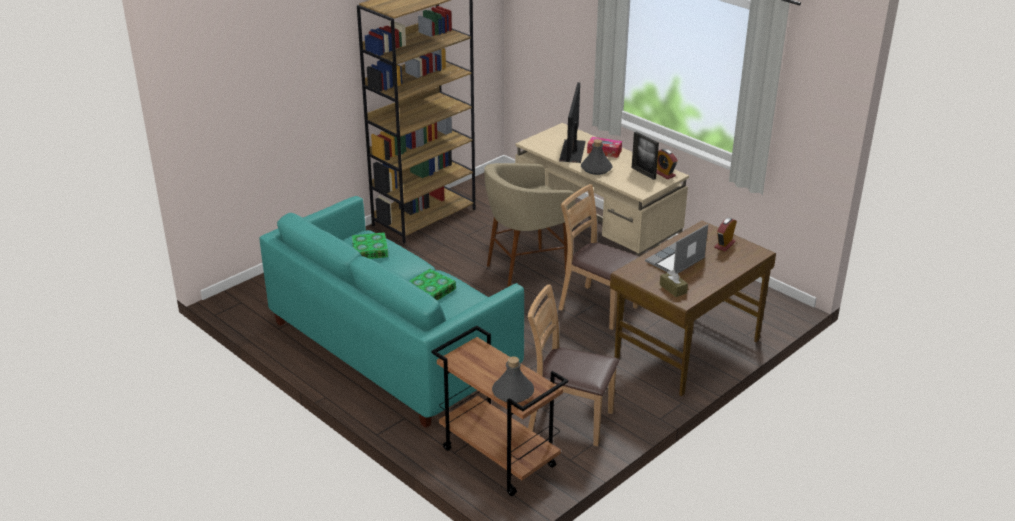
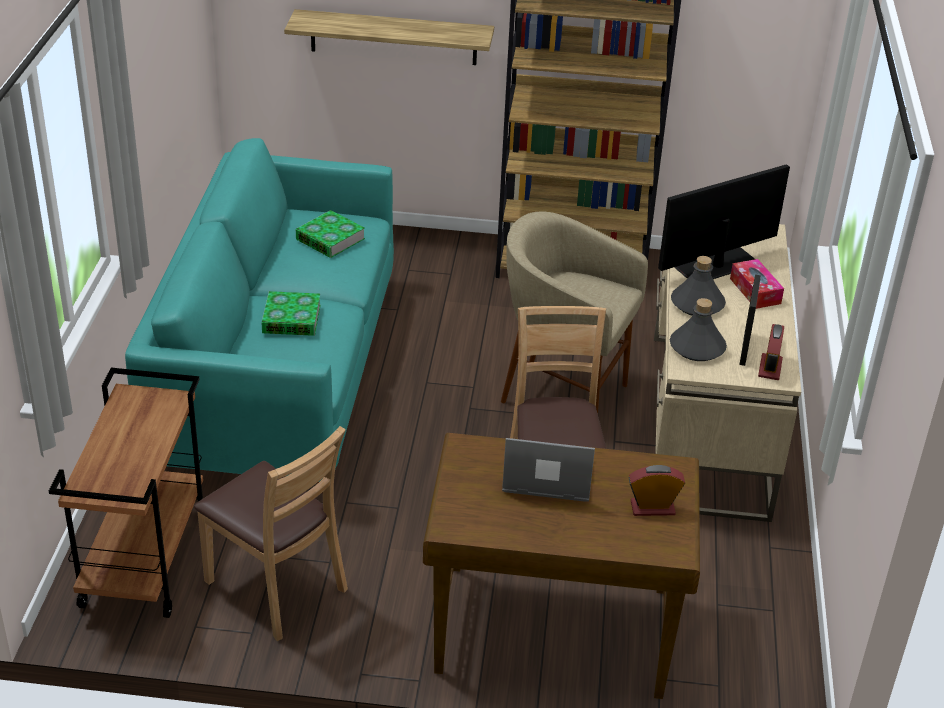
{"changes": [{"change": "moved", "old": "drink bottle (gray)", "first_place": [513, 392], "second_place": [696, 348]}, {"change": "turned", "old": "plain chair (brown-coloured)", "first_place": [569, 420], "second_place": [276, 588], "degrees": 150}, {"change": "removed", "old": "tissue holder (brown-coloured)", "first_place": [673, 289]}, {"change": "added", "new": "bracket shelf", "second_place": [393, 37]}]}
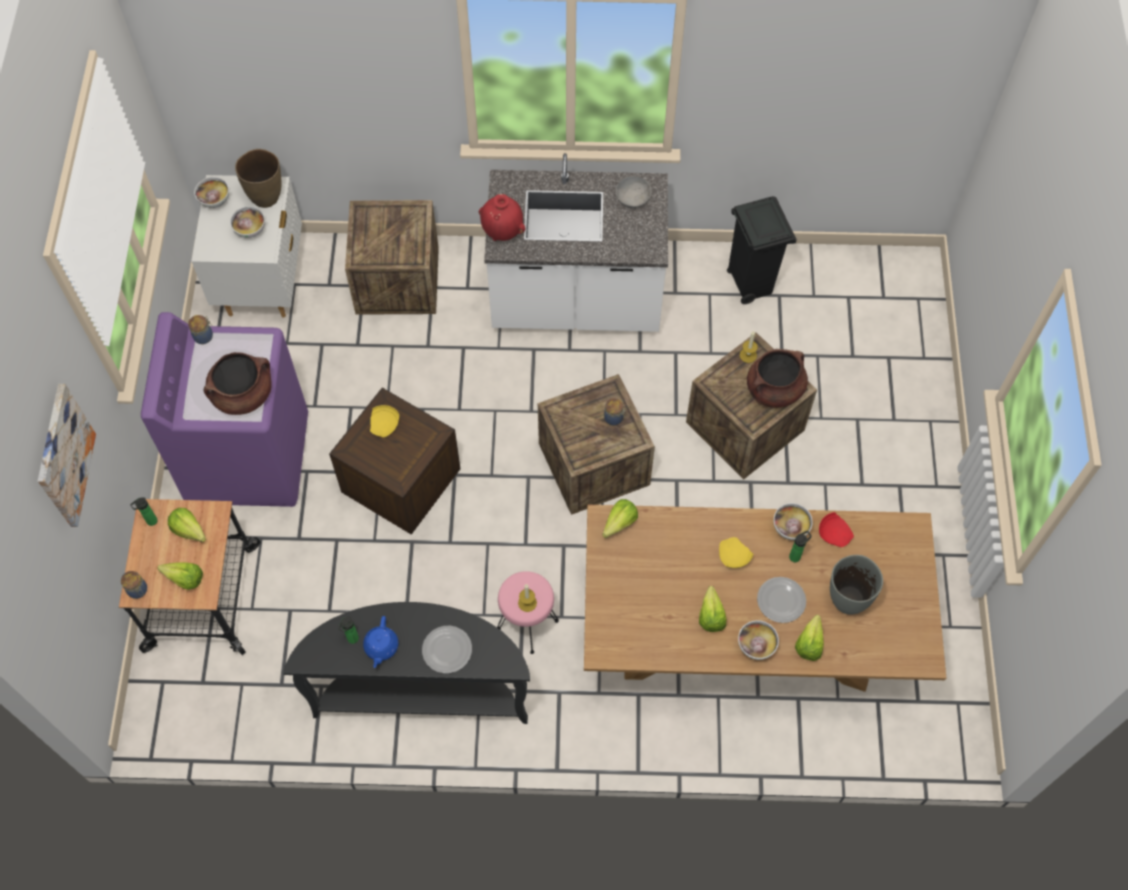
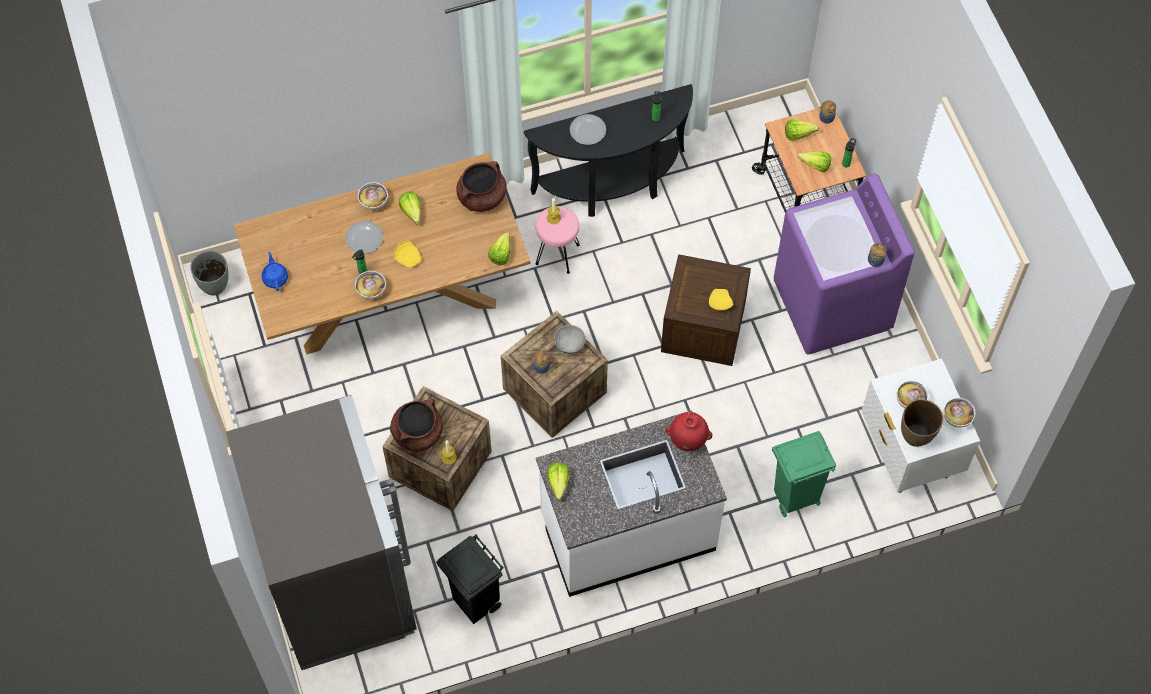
{"changes": [{"change": "removed", "old": "picture", "first_place": [63, 456]}, {"change": "moved", "old": "stockpot (brown-coloured)", "first_place": [243, 394], "second_place": [482, 197]}, {"change": "replaced", "old": "shipping crate", "new": "waste bin (green)", "first_place": [397, 280], "second_place": [794, 498]}, {"change": "moved", "old": "pot for tea (blue-coloured)", "first_place": [381, 647], "second_place": [275, 278]}, {"change": "moved", "old": "bowl (gray)", "first_place": [633, 198], "second_place": [569, 344]}, {"change": "moved", "old": "lettuce", "first_place": [811, 641], "second_place": [558, 486]}, {"change": "removed", "old": "flat dish (reddish)", "first_place": [834, 533]}, {"change": "moved", "old": "decorative vase (gray)", "first_place": [847, 600], "second_place": [215, 286]}, {"change": "added", "new": "kitchen fridge (gray)", "second_place": [339, 580]}]}
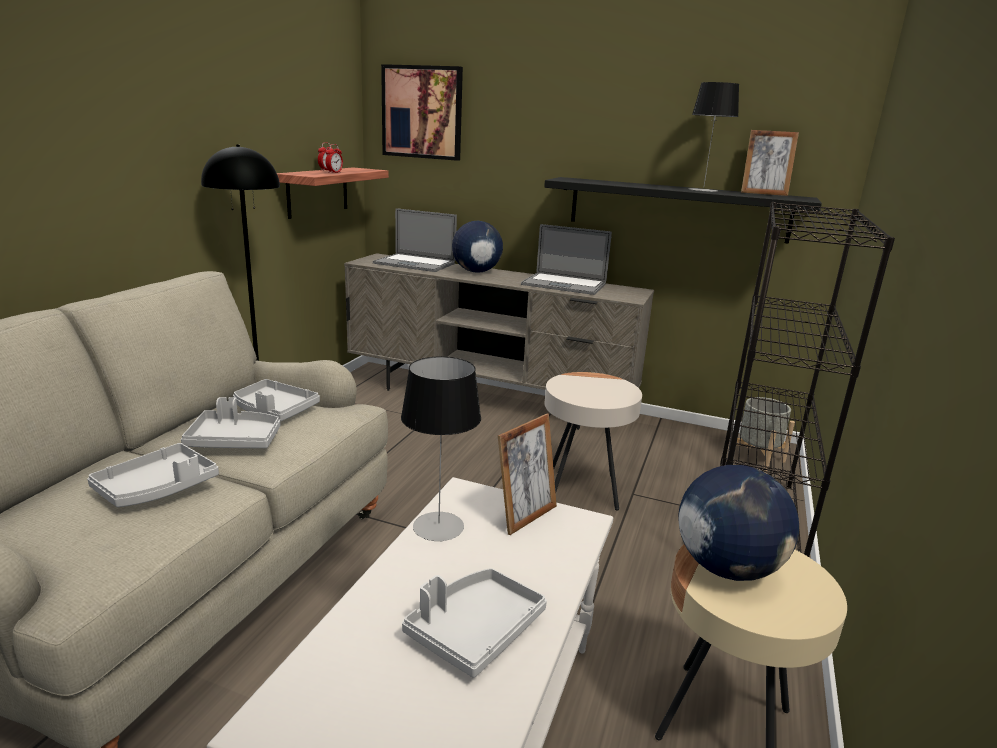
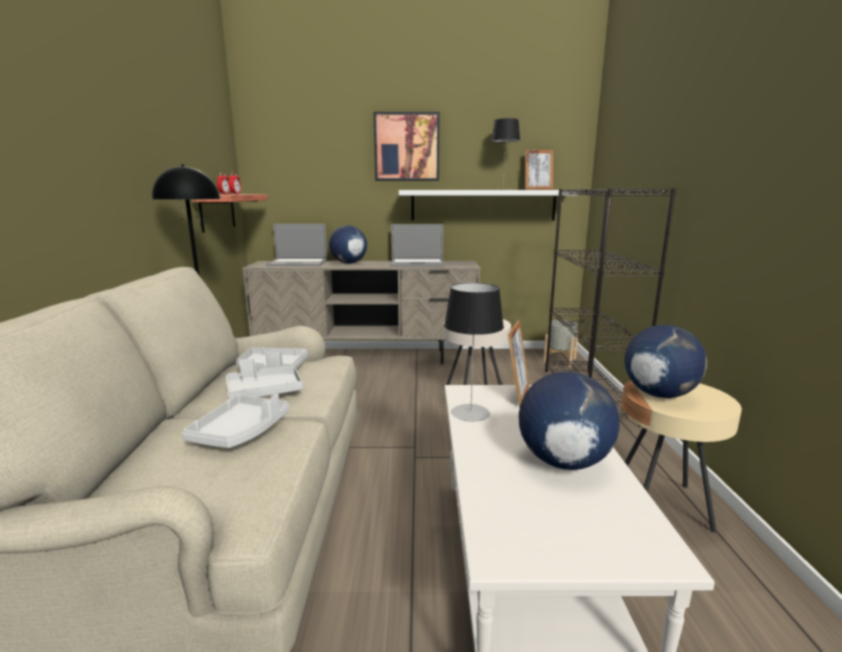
{"changes": [{"change": "moved", "old": "picture", "first_place": [422, 112], "second_place": [407, 147]}, {"change": "replaced", "old": "tray (gray)", "new": "globe", "first_place": [474, 630], "second_place": [563, 461]}, {"change": "recoloured", "old": "bracket shelf (black)", "new": "bracket shelf (whitish)", "first_place": [677, 209], "second_place": [483, 205]}]}
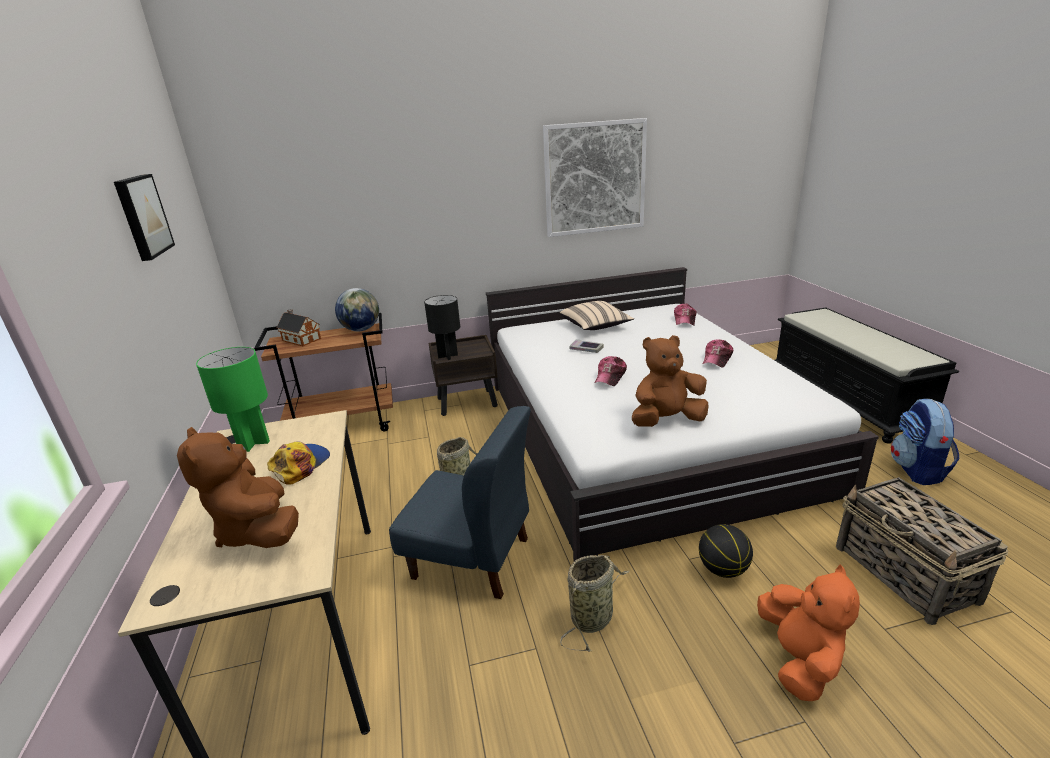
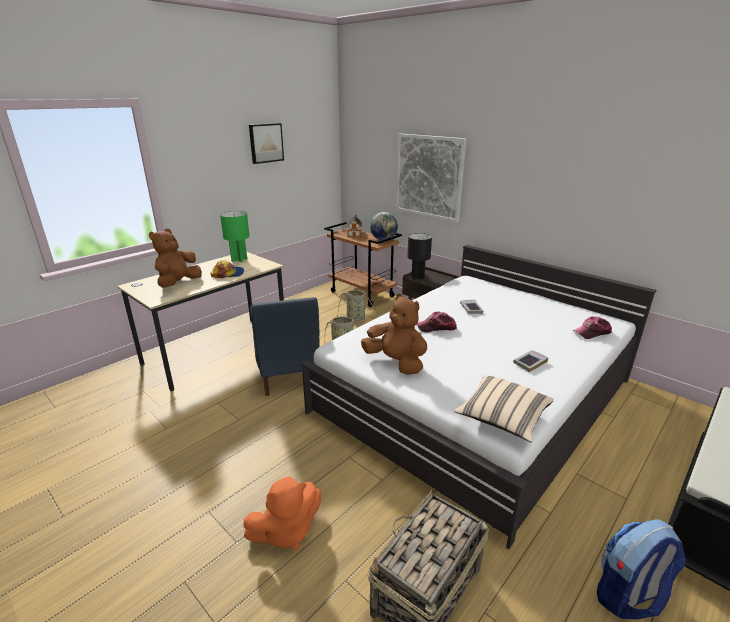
{"changes": [{"change": "moved", "old": "picture", "first_place": [595, 178], "second_place": [429, 176]}, {"change": "moved", "old": "cushion (sand-coloured)", "first_place": [595, 326], "second_place": [502, 418]}, {"change": "moved", "old": "basket", "first_place": [593, 617], "second_place": [357, 318]}, {"change": "removed", "old": "basketball ball", "first_place": [722, 569]}, {"change": "replaced", "old": "peaked cap", "new": "volume", "first_place": [717, 359], "second_place": [530, 363]}]}
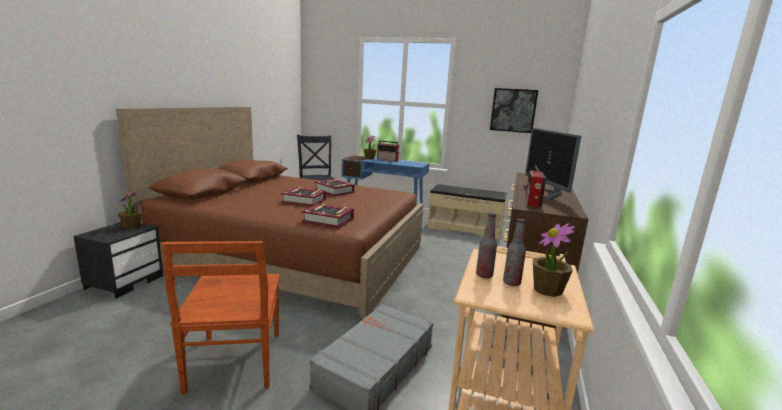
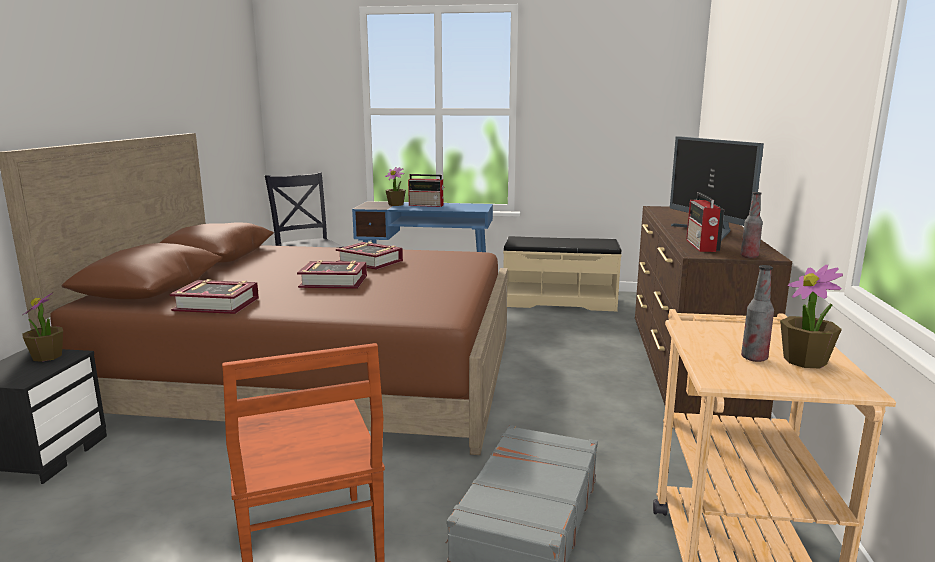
{"changes": [{"change": "moved", "old": "volume", "first_place": [328, 220], "second_place": [217, 304]}, {"change": "moved", "old": "drink bottle", "first_place": [484, 275], "second_place": [749, 256]}, {"change": "removed", "old": "picture", "first_place": [513, 110]}]}
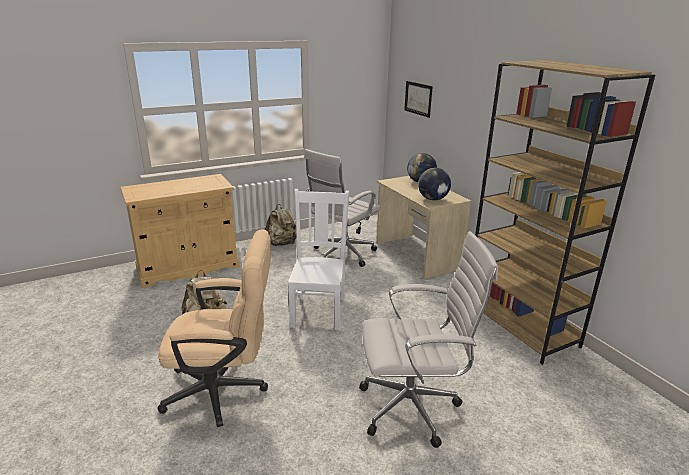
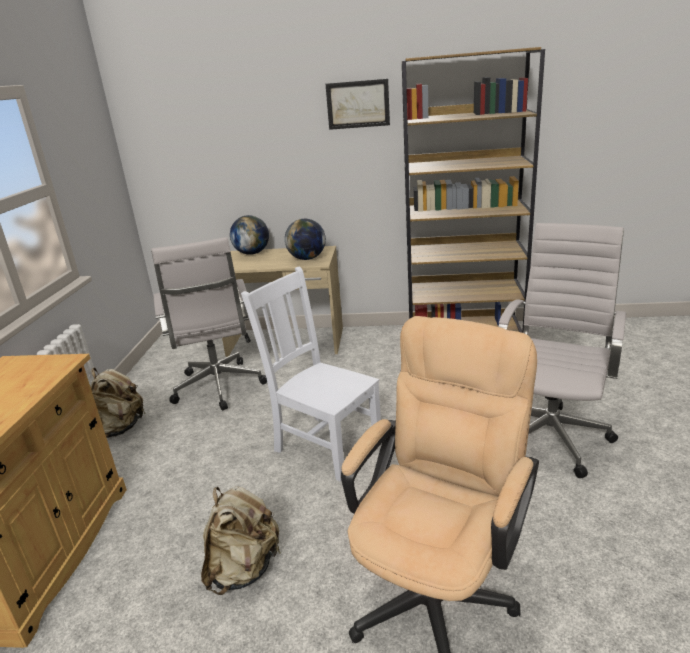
{"changes": [{"change": "moved", "old": "picture", "first_place": [418, 98], "second_place": [358, 104]}]}
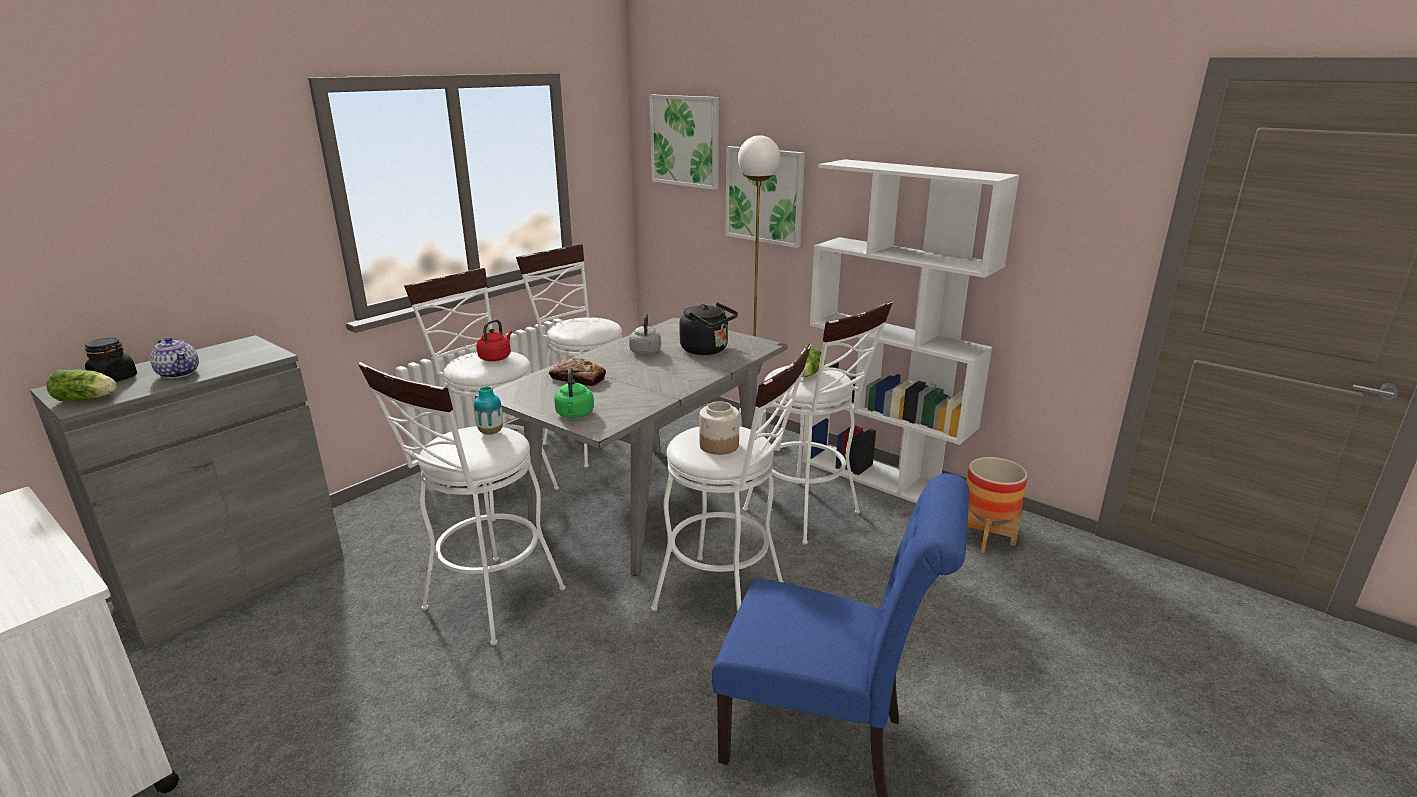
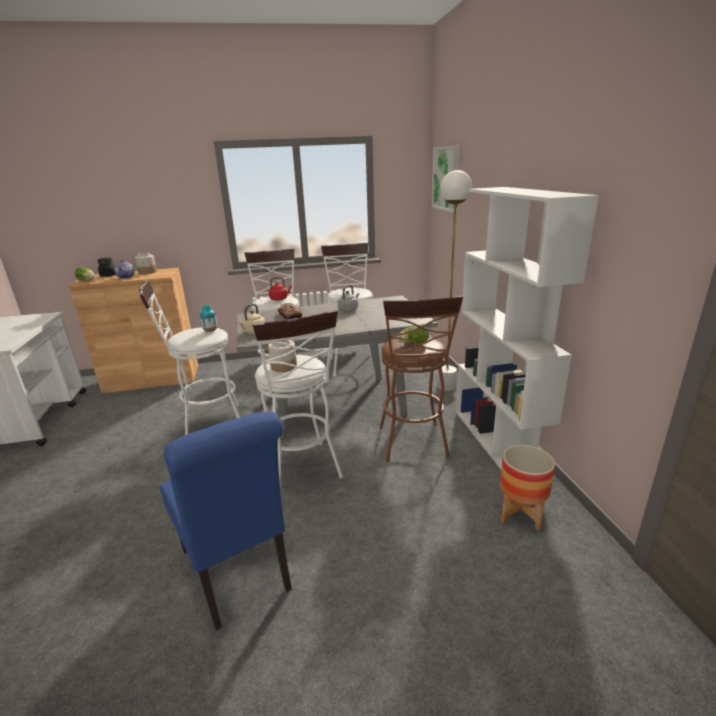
{"changes": [{"change": "recoloured", "old": "storage cabinet (gray)", "new": "storage cabinet (brown-coloured)", "first_place": [234, 580], "second_place": [152, 378]}, {"change": "recoloured", "old": "water kettle (green)", "new": "water kettle (sand-coloured)", "first_place": [574, 414], "second_place": [253, 332]}, {"change": "removed", "old": "water kettle (black)", "first_place": [707, 350]}, {"change": "removed", "old": "picture", "first_place": [764, 195]}, {"change": "recoloured", "old": "stool (whitish)", "new": "stool (brown-coloured)", "first_place": [809, 515], "second_place": [414, 445]}, {"change": "added", "new": "jar", "second_place": [148, 272]}]}
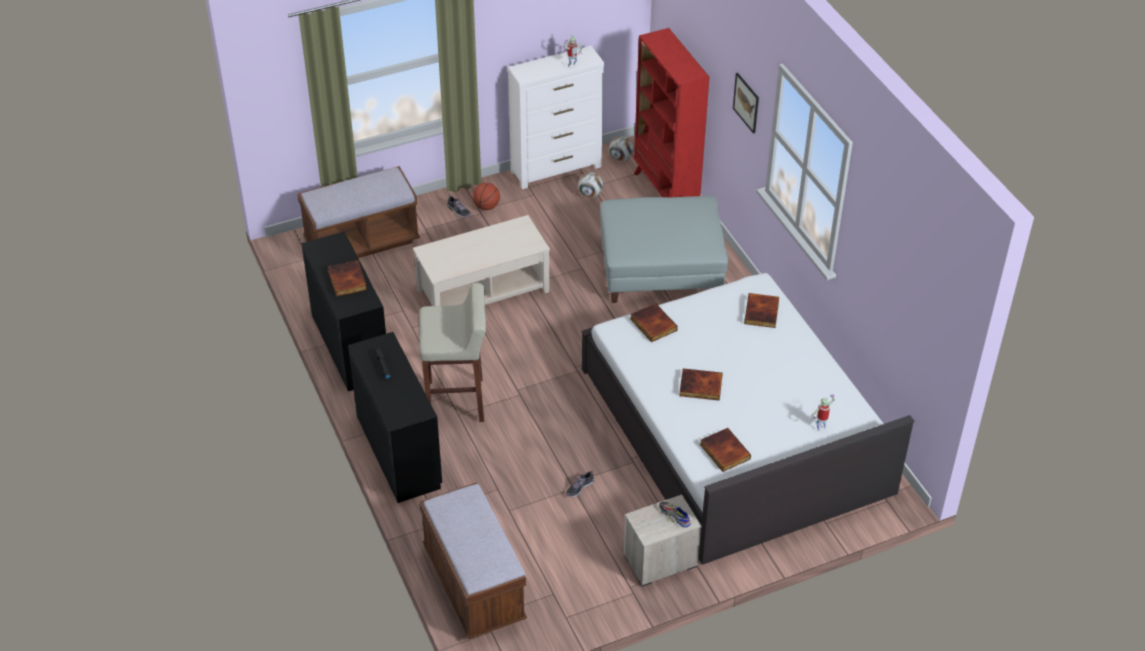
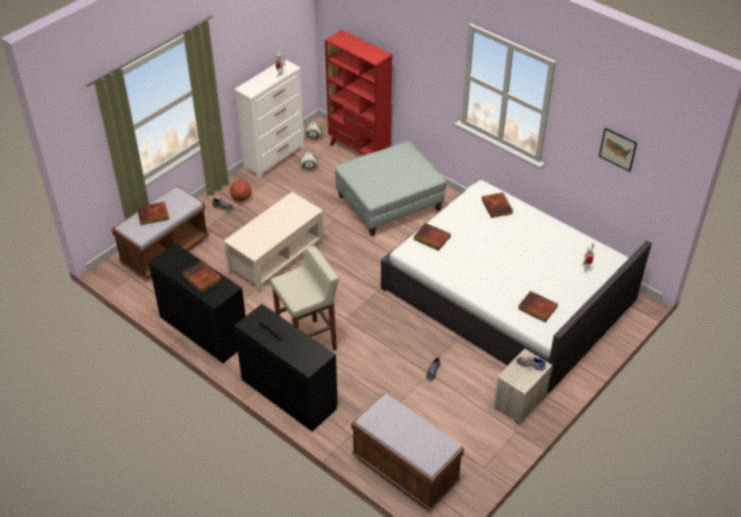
{"changes": [{"change": "moved", "old": "volume", "first_place": [700, 387], "second_place": [153, 215]}, {"change": "moved", "old": "picture", "first_place": [746, 102], "second_place": [618, 149]}]}
